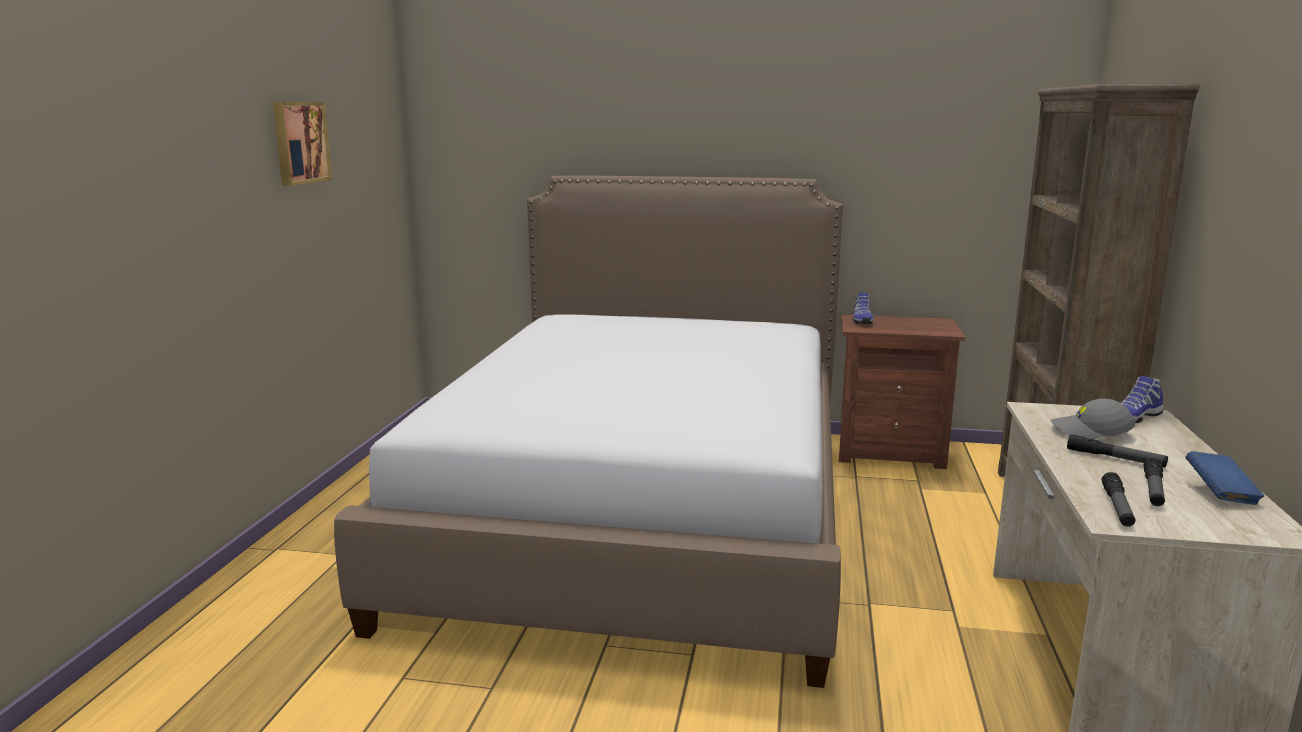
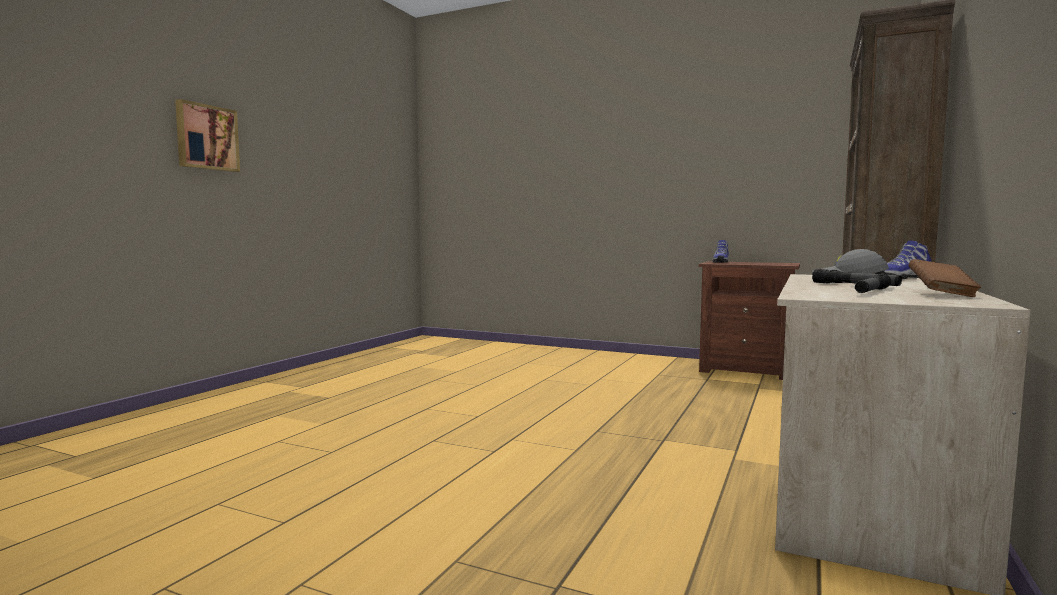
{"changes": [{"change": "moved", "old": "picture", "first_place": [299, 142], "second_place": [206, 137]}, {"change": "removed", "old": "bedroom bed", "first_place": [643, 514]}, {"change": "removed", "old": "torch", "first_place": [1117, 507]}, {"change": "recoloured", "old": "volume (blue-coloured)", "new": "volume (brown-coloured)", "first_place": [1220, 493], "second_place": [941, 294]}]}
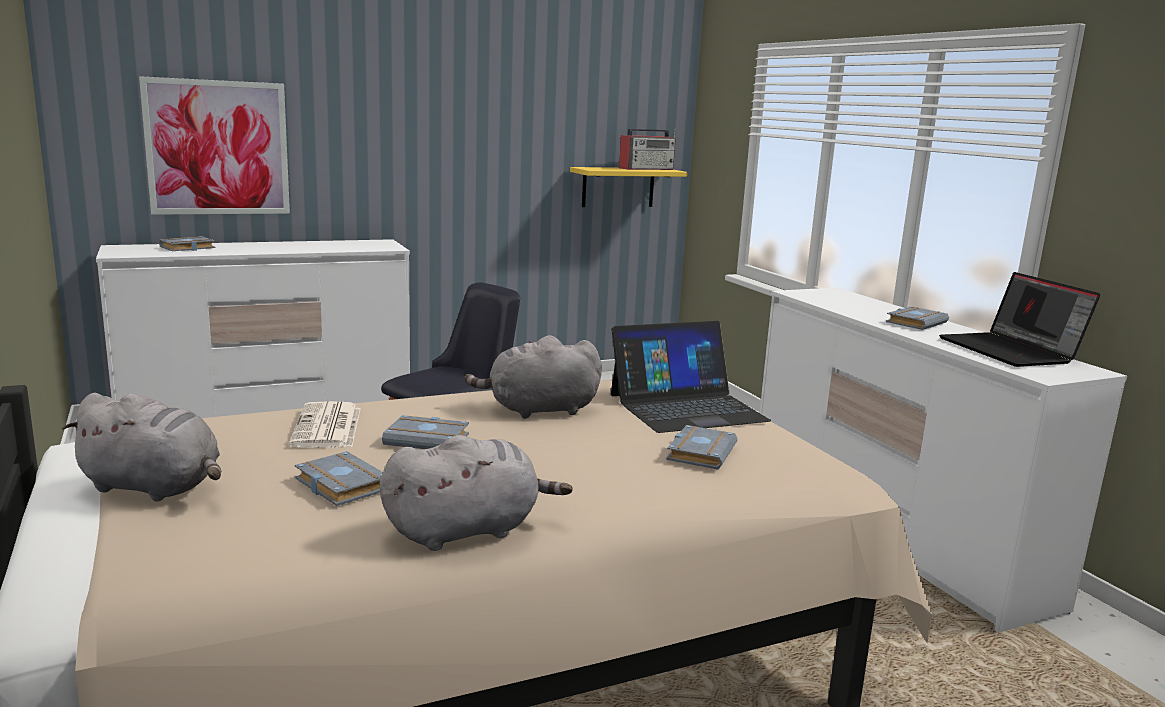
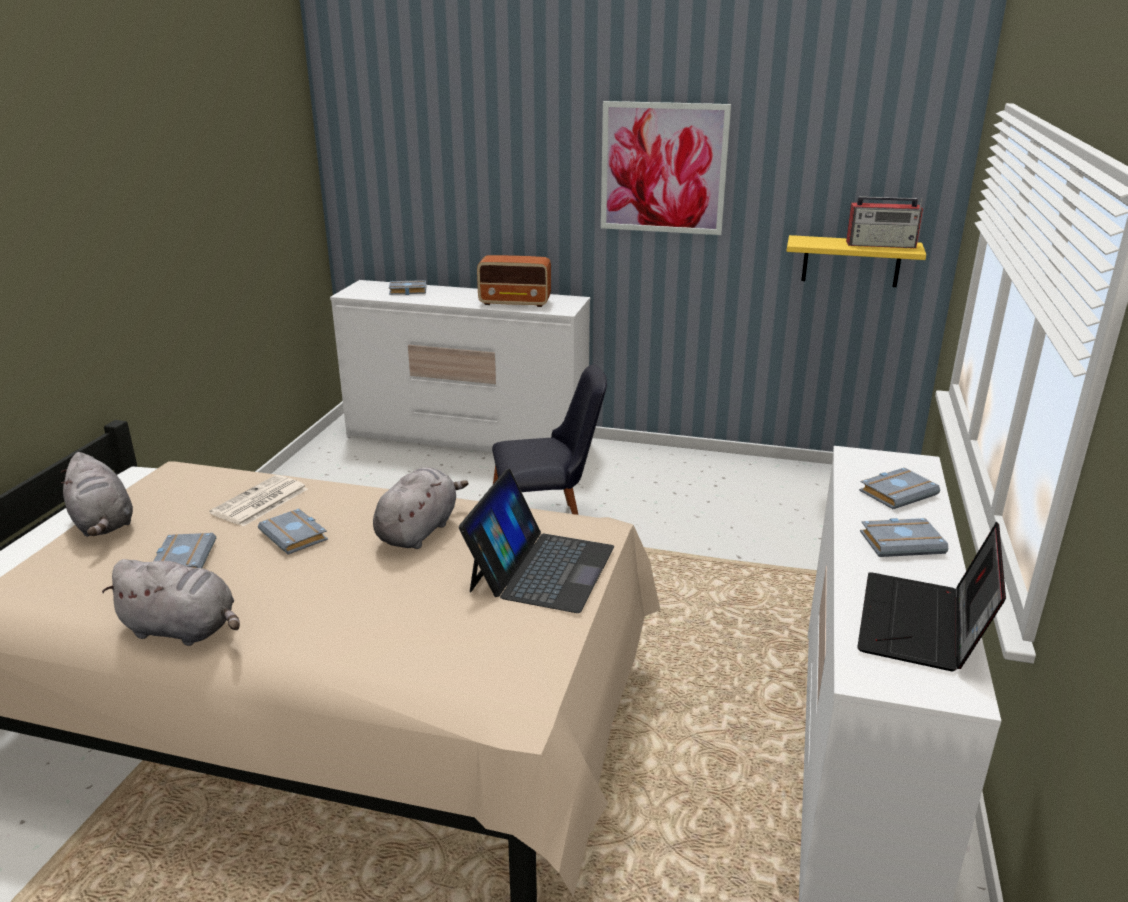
{"changes": [{"change": "moved", "old": "picture", "first_place": [218, 148], "second_place": [663, 168]}, {"change": "turned", "old": "plush toy (gray)", "first_place": [538, 410], "second_place": [419, 530], "degrees": 90}, {"change": "turned", "old": "portable computer", "first_place": [686, 407], "second_place": [541, 568], "degrees": -90}, {"change": "moved", "old": "volume (gray)", "first_place": [699, 452], "second_place": [897, 492]}, {"change": "added", "new": "radio", "second_place": [515, 302]}]}
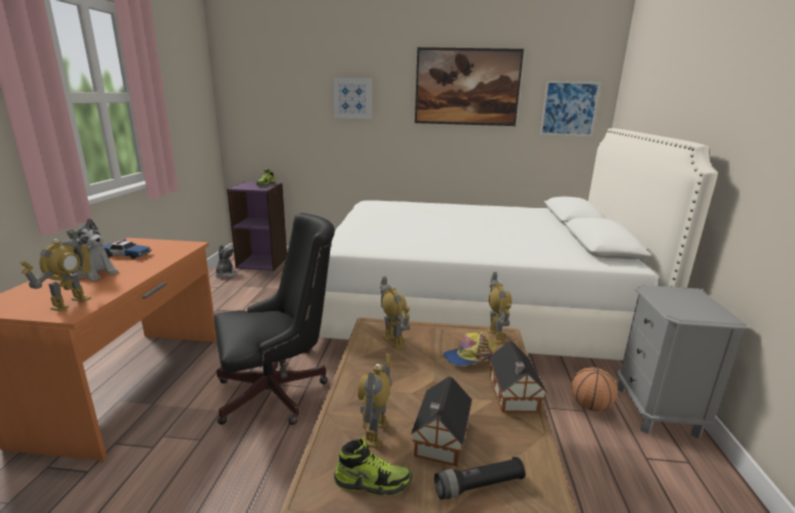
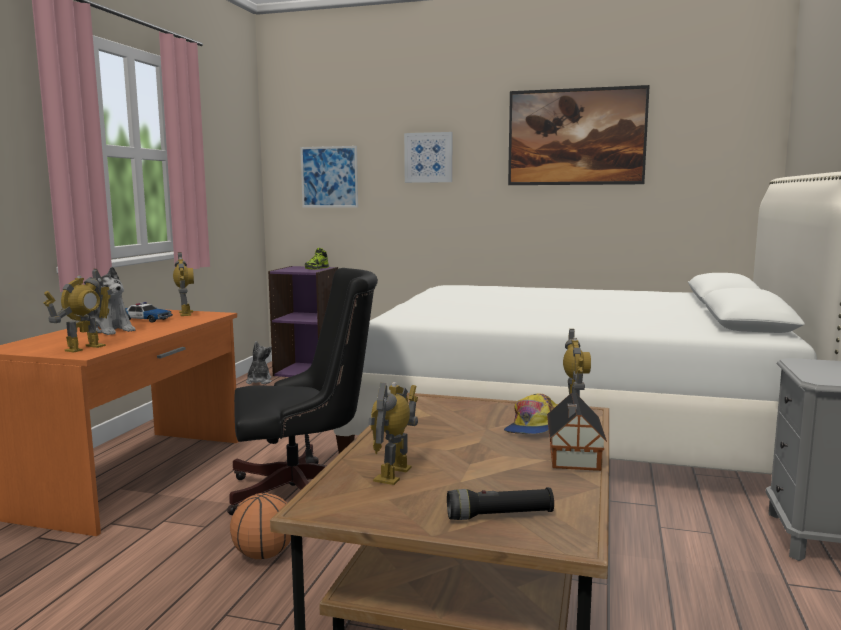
{"changes": [{"change": "removed", "old": "shoe", "first_place": [373, 482]}, {"change": "moved", "old": "robot figure", "first_place": [393, 341], "second_place": [185, 313]}, {"change": "removed", "old": "model house", "first_place": [440, 440]}, {"change": "turned", "old": "peaked cap", "first_place": [470, 357], "second_place": [533, 427], "degrees": -45}, {"change": "moved", "old": "picture", "first_place": [569, 108], "second_place": [329, 177]}, {"change": "moved", "old": "basketball ball", "first_place": [590, 406], "second_place": [263, 555]}]}
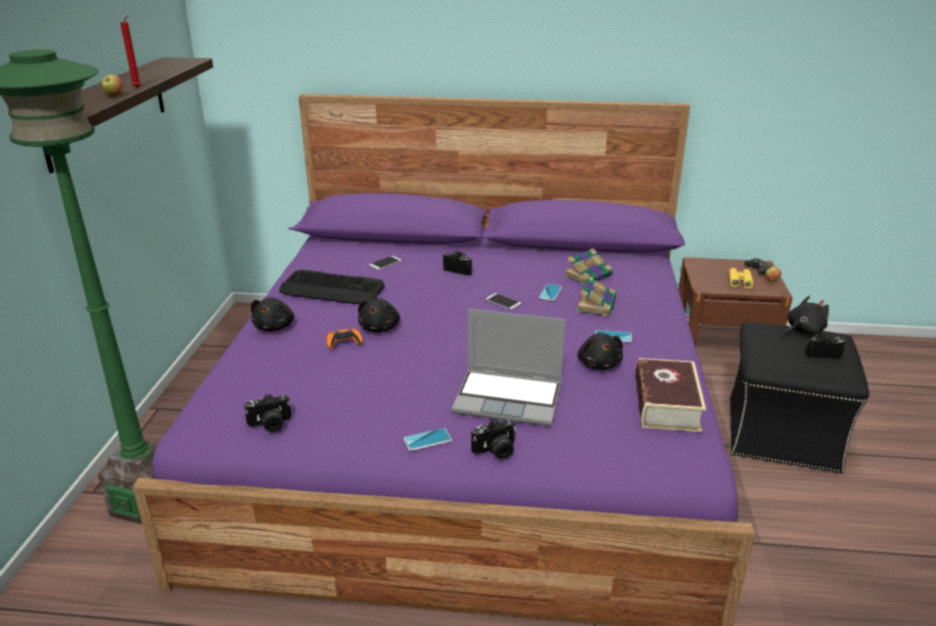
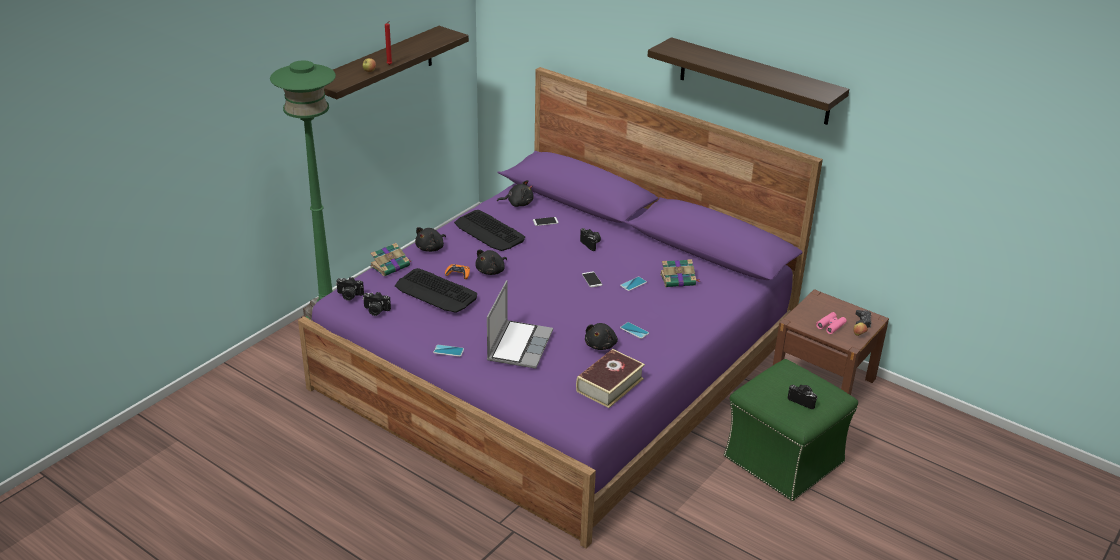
{"changes": [{"change": "turned", "old": "portable computer", "first_place": [509, 398], "second_place": [519, 345], "degrees": -120}, {"change": "moved", "old": "still camera", "first_place": [496, 451], "second_place": [349, 295]}, {"change": "moved", "old": "volume", "first_place": [596, 304], "second_place": [391, 266]}, {"change": "recoloured", "old": "binoculars (yellow)", "new": "binoculars (pink)", "first_place": [740, 281], "second_place": [831, 326]}, {"change": "recoloured", "old": "pouffe (black)", "new": "pouffe (green)", "first_place": [780, 434], "second_place": [782, 459]}, {"change": "moved", "old": "plush toy (black)", "first_place": [802, 331], "second_place": [518, 203]}, {"change": "added", "new": "computer keyboard", "second_place": [436, 292]}, {"change": "added", "new": "bracket shelf", "second_place": [754, 81]}]}
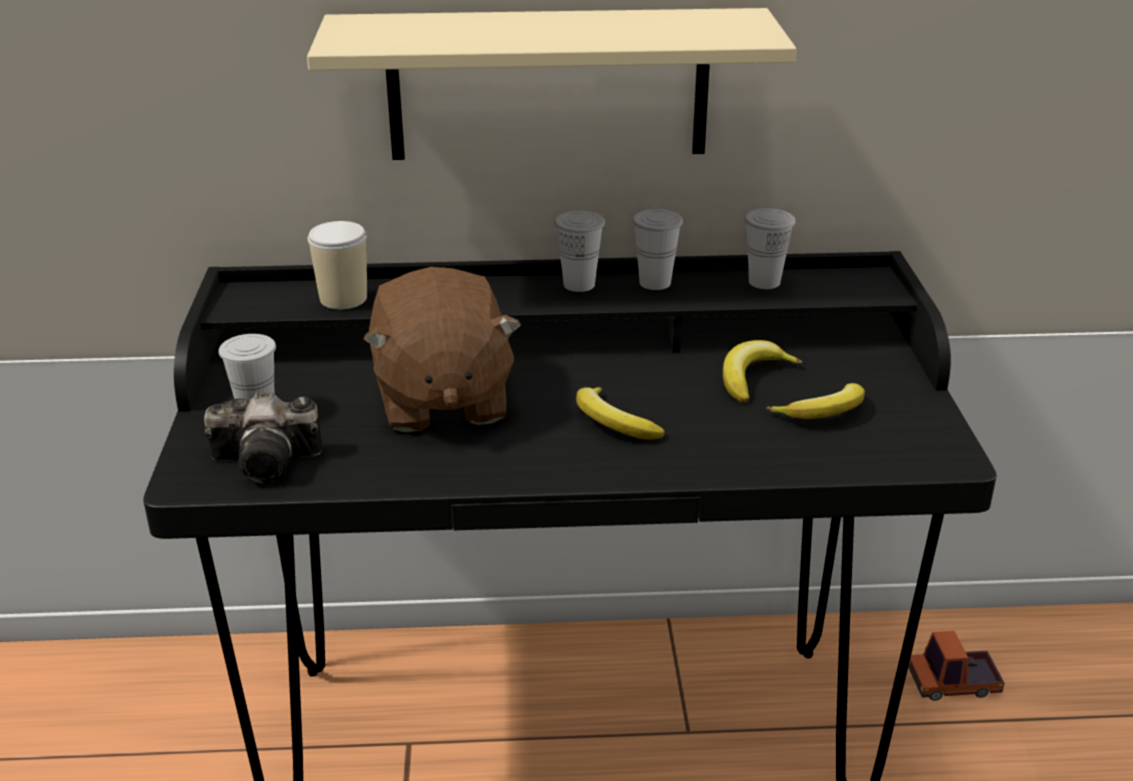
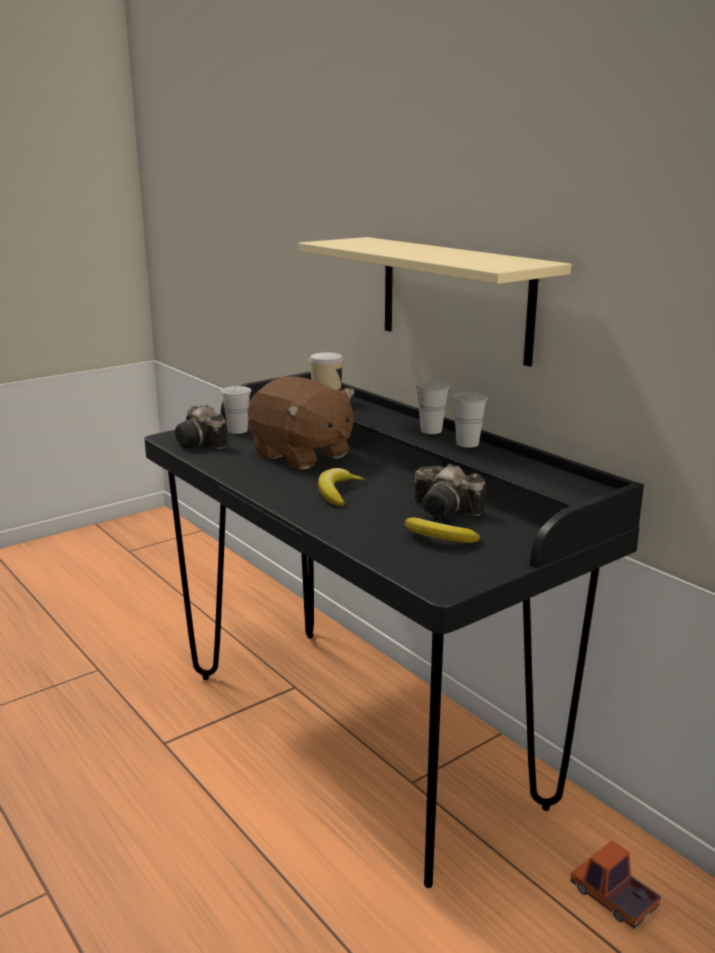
{"changes": [{"change": "turned", "old": "plush toy (brown-coloured)", "first_place": [441, 400], "second_place": [302, 455], "degrees": -90}, {"change": "replaced", "old": "banana", "new": "still camera", "first_place": [753, 378], "second_place": [447, 512]}, {"change": "removed", "old": "drinking cup (whitish)", "first_place": [764, 282]}]}
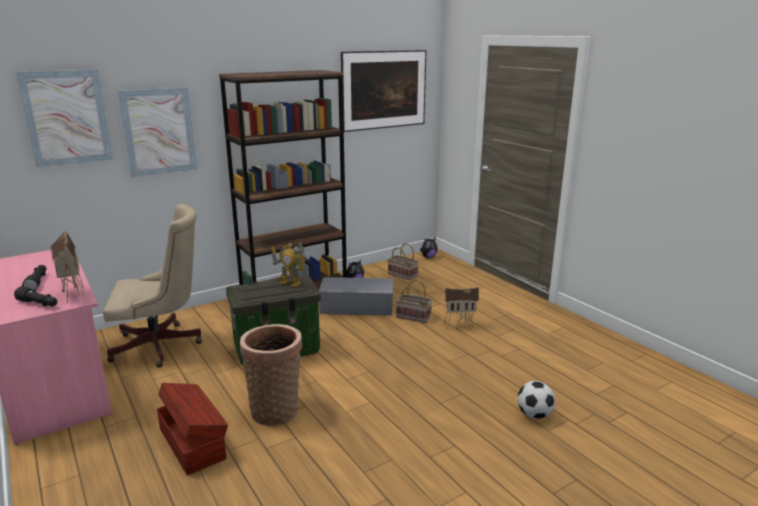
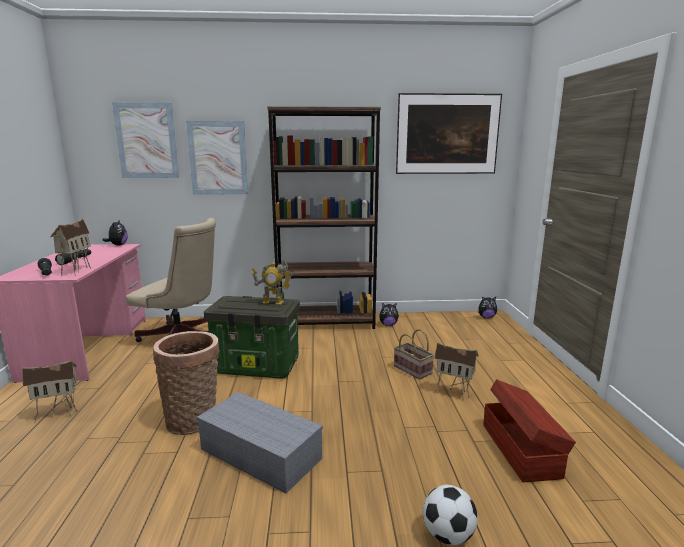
{"changes": [{"change": "moved", "old": "storage container (brown-coloured)", "first_place": [193, 442], "second_place": [521, 449]}, {"change": "turned", "old": "robot figure", "first_place": [290, 283], "second_place": [273, 302], "degrees": -45}, {"change": "moved", "old": "storage container (gray)", "first_place": [358, 306], "second_place": [262, 453]}, {"change": "removed", "old": "basket", "first_place": [403, 275]}, {"change": "added", "new": "model house", "second_place": [58, 413]}, {"change": "added", "new": "plush toy", "second_place": [118, 245]}]}
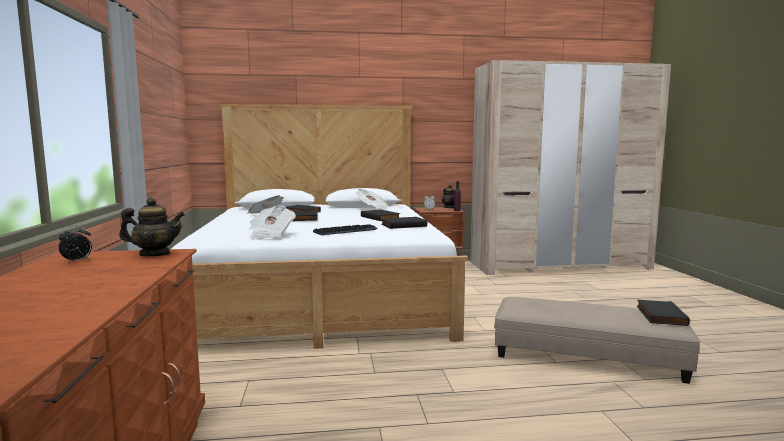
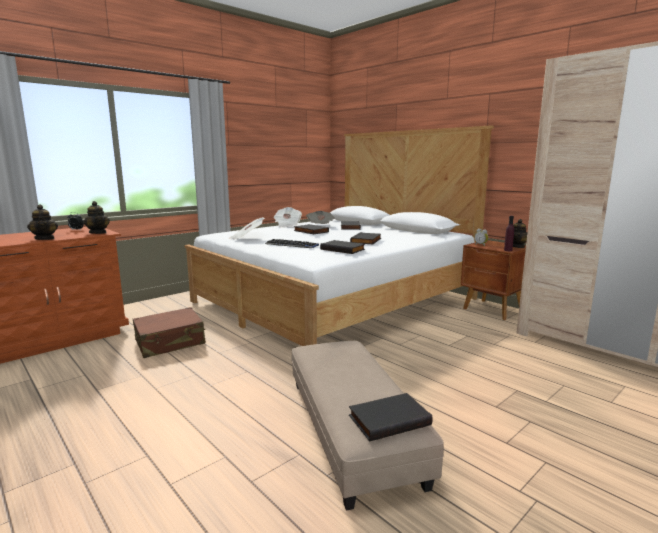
{"changes": [{"change": "moved", "old": "daily paper", "first_place": [372, 208], "second_place": [287, 225]}, {"change": "added", "new": "pot for tea", "second_place": [45, 238]}, {"change": "added", "new": "suitcase (brown-coloured)", "second_place": [170, 342]}]}
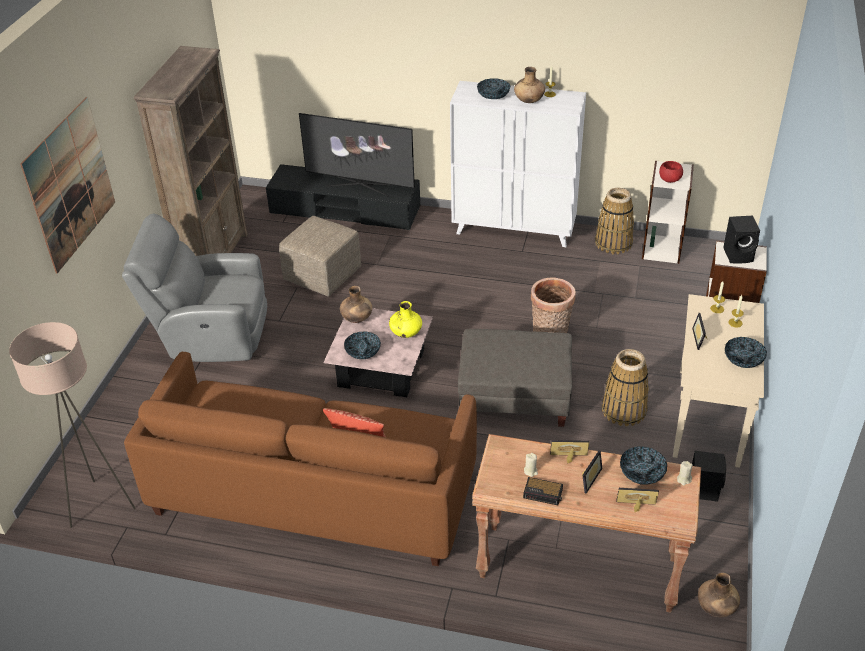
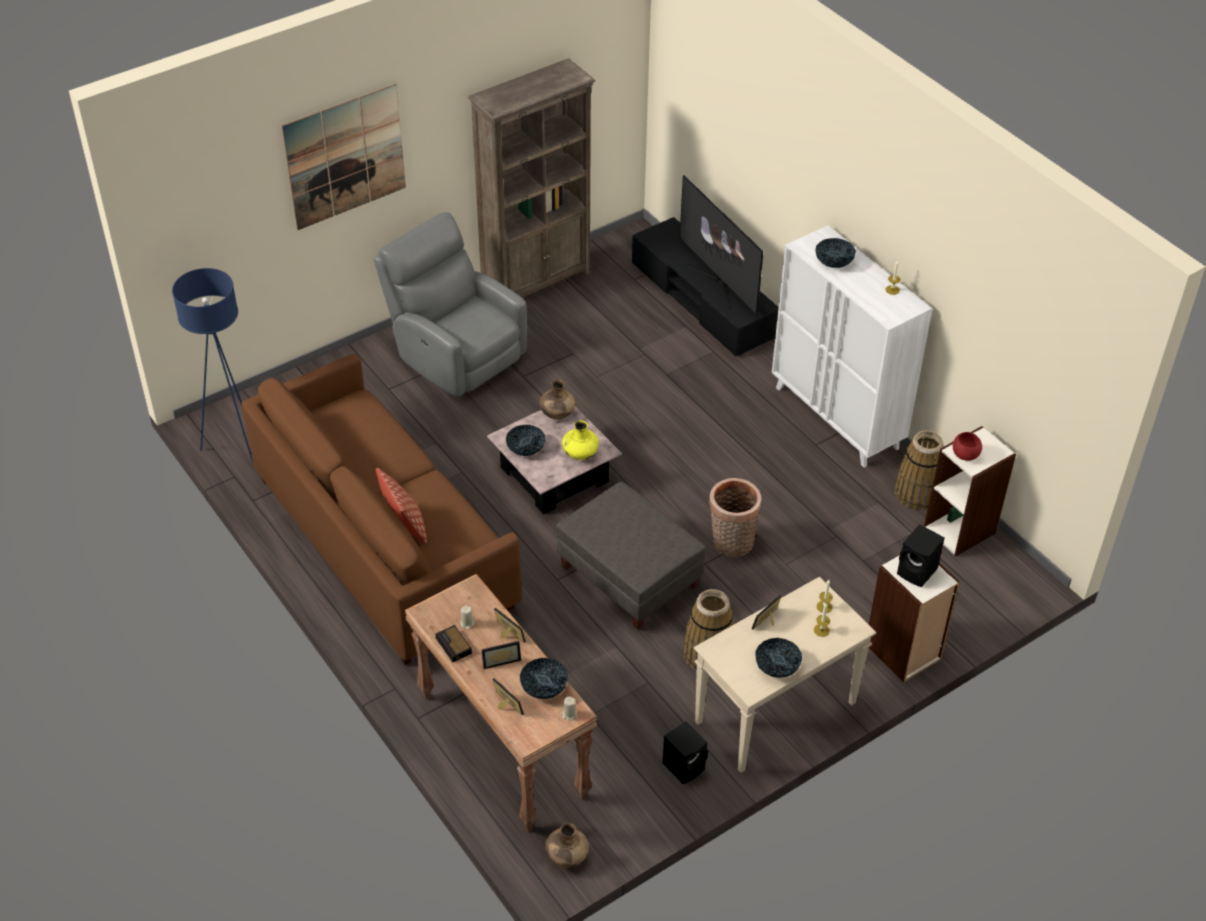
{"changes": [{"change": "recoloured", "old": "floor lamp (sand-coloured)", "new": "floor lamp (blue-coloured)", "first_place": [100, 505], "second_place": [234, 447]}, {"change": "removed", "old": "pouffe (sand-coloured)", "first_place": [322, 276]}, {"change": "removed", "old": "decorative vase (brown-coloured)", "first_place": [529, 101]}]}
